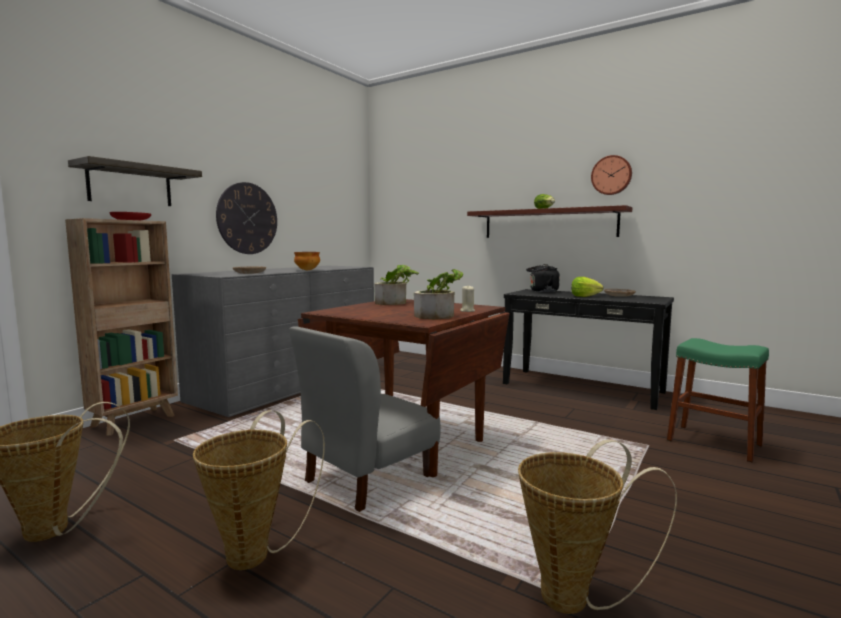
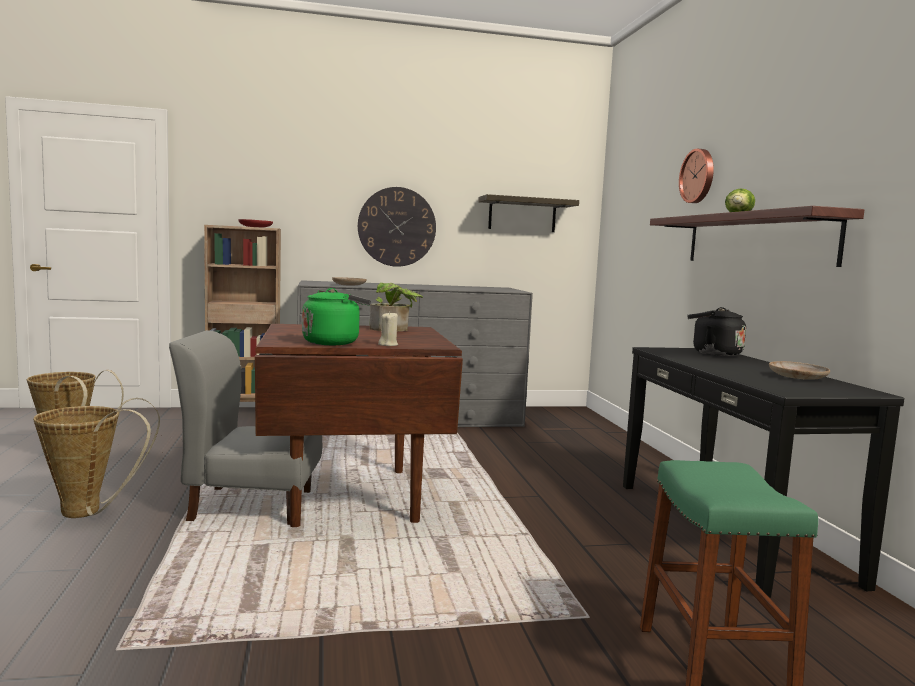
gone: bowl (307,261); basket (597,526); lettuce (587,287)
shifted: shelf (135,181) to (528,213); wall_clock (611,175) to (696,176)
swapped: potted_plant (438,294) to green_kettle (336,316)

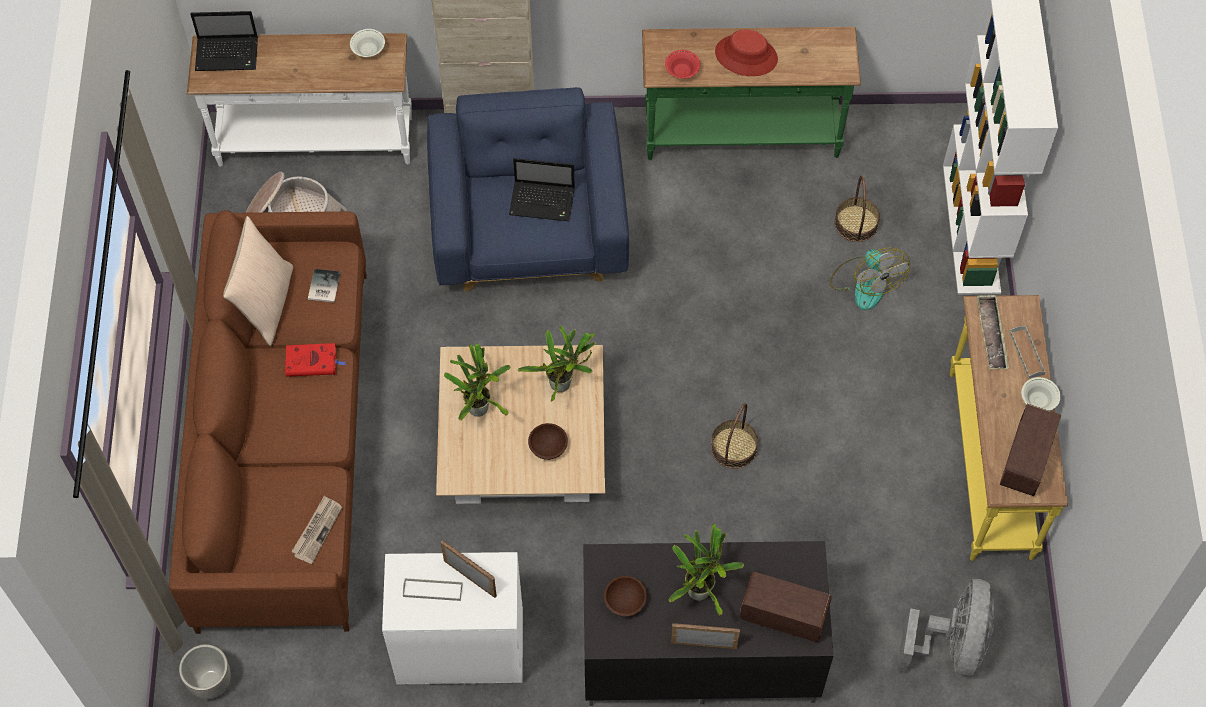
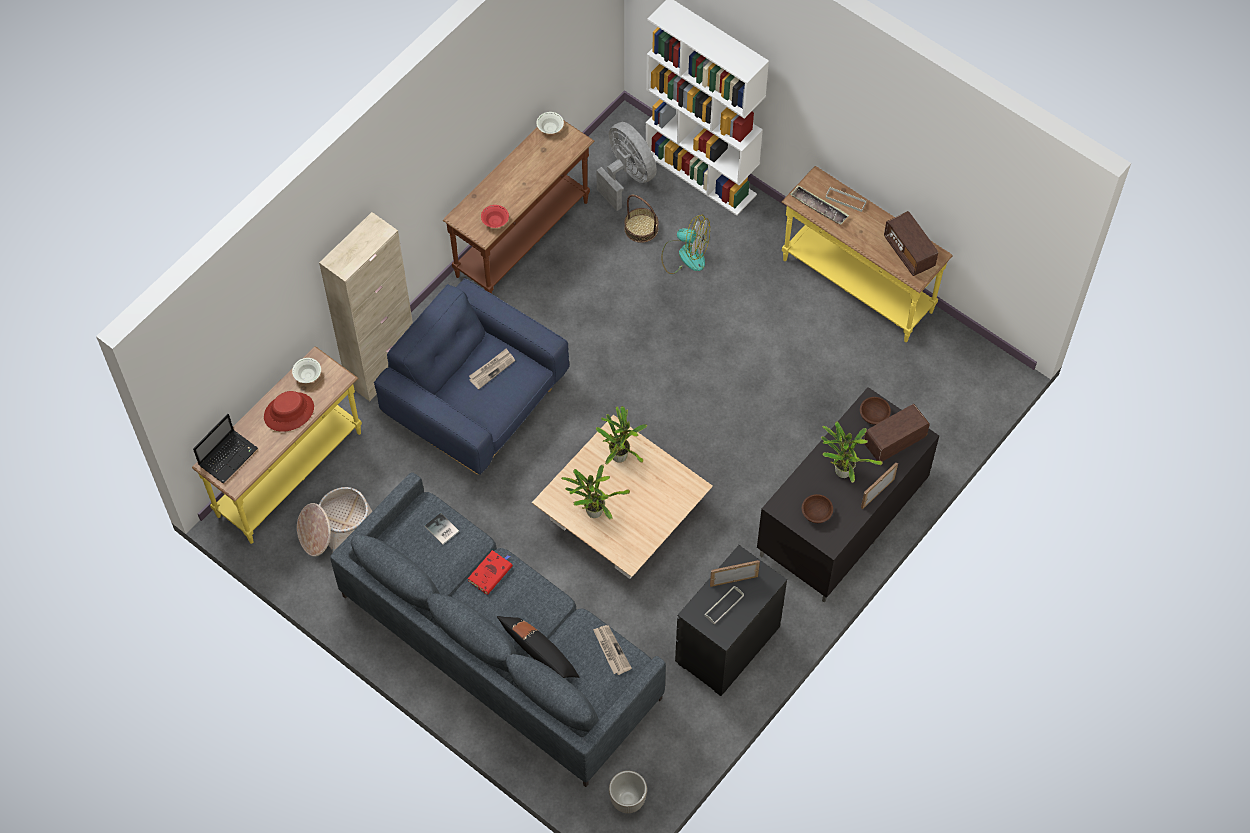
gone: beige_pillow (258,281); basket (734,436)
new: black_pillow (538,647)
shifted: red_hat (746,53) to (289,411); white_bowl (1041,394) to (550,123); grey_fan (945,627) to (626,166); brown_bowl (548,441) to (875,411)
swapped: laptop (542,189) to newspaper (492,368)
repainted: white_console_table (299,100) to yellow_console_table (277,445); brown_sofa (268,422) to grey_sofa (498,630); green_console_table (751,93) to brown_console_table (518,207); white_dresser (452,618) to black_dresser (731,620)

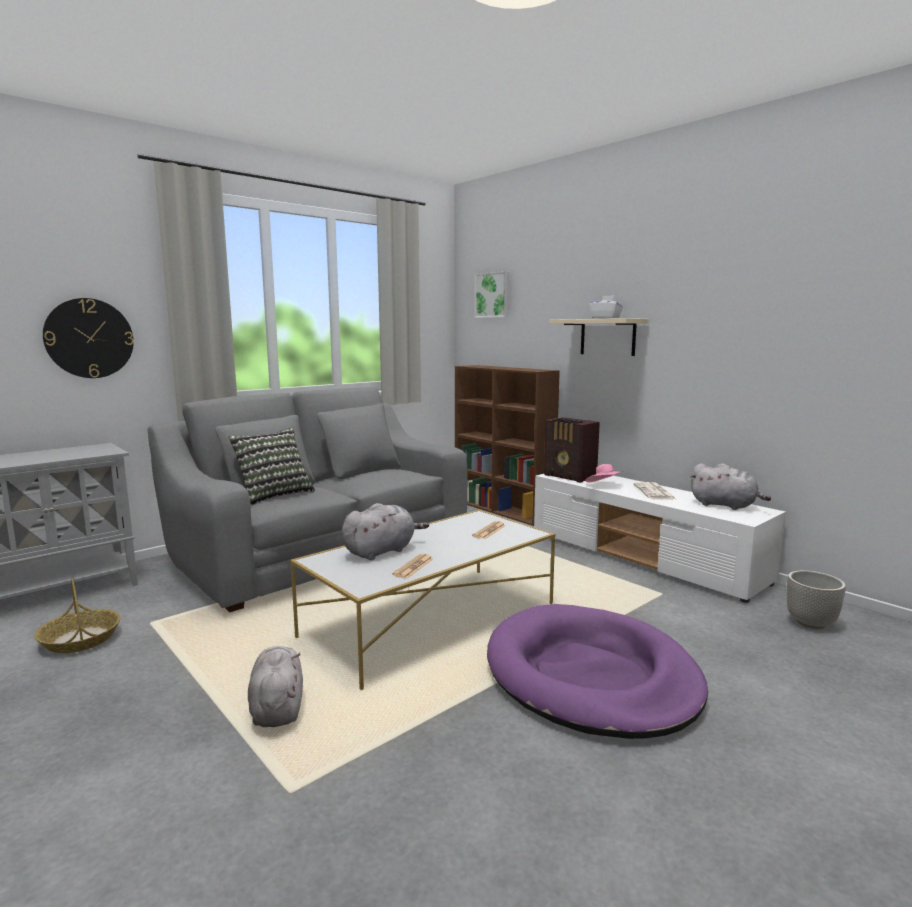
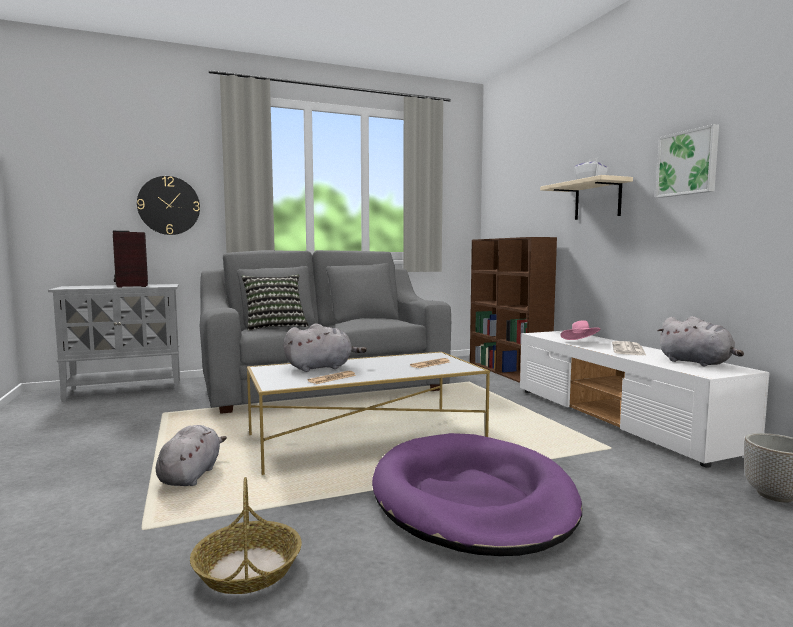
shifted: radio (572,450) to (130,259); basket (77,616) to (245,535); picture (492,294) to (687,161)

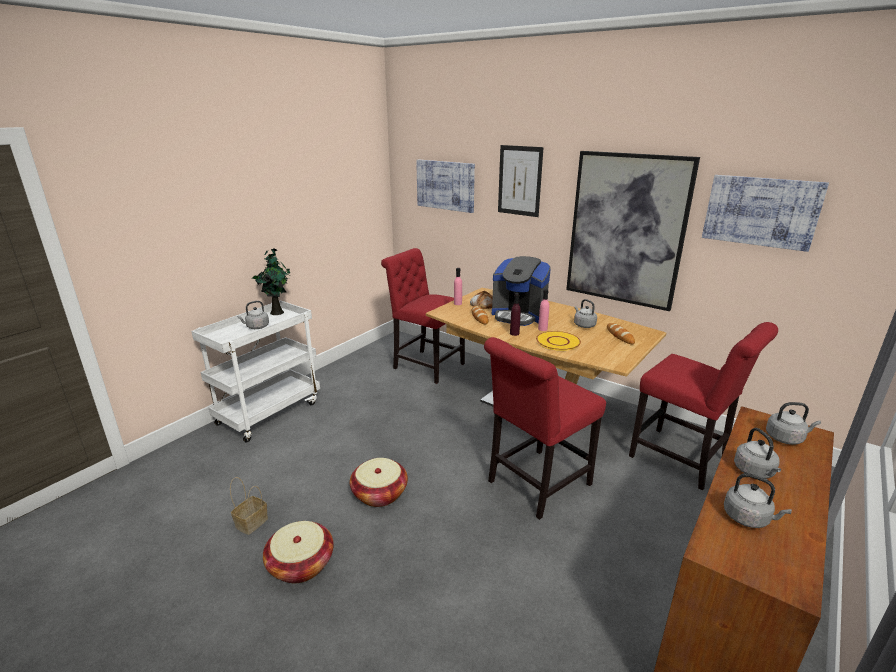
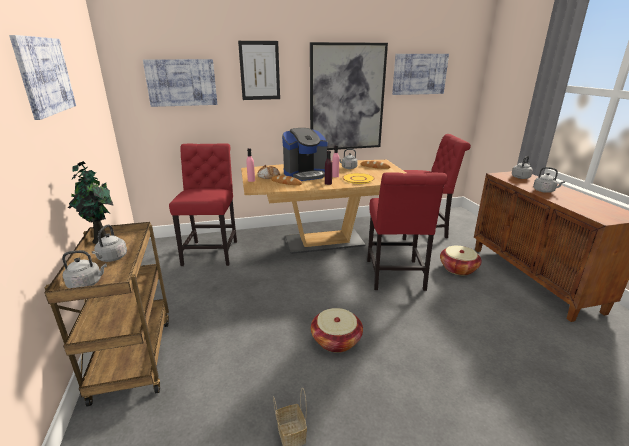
new: picture (42,77)
shifted: grey_kettle (758,500) to (84,269); basket (298,552) to (461,260)
repainted: white_cart (255,371) to brown_cart (106,314)
rotated: red_chair (423,316) = (203,204) 105 degrees clockwise

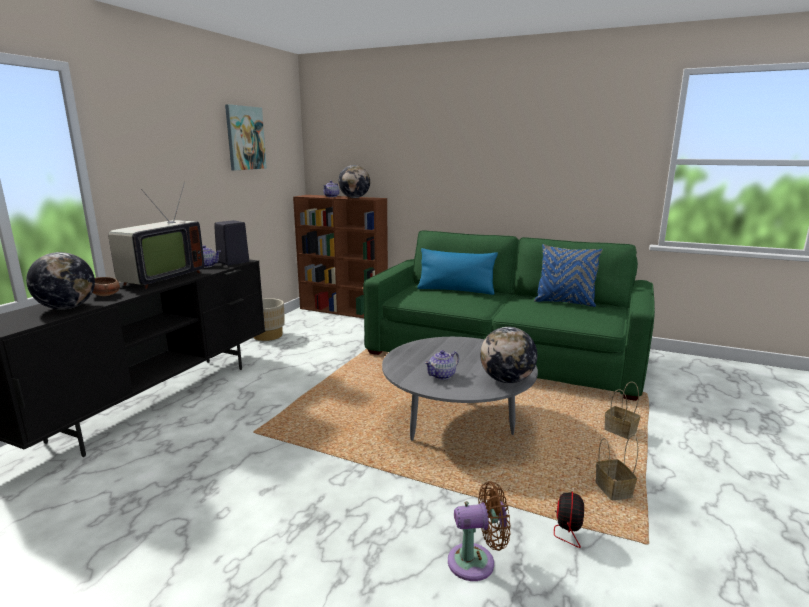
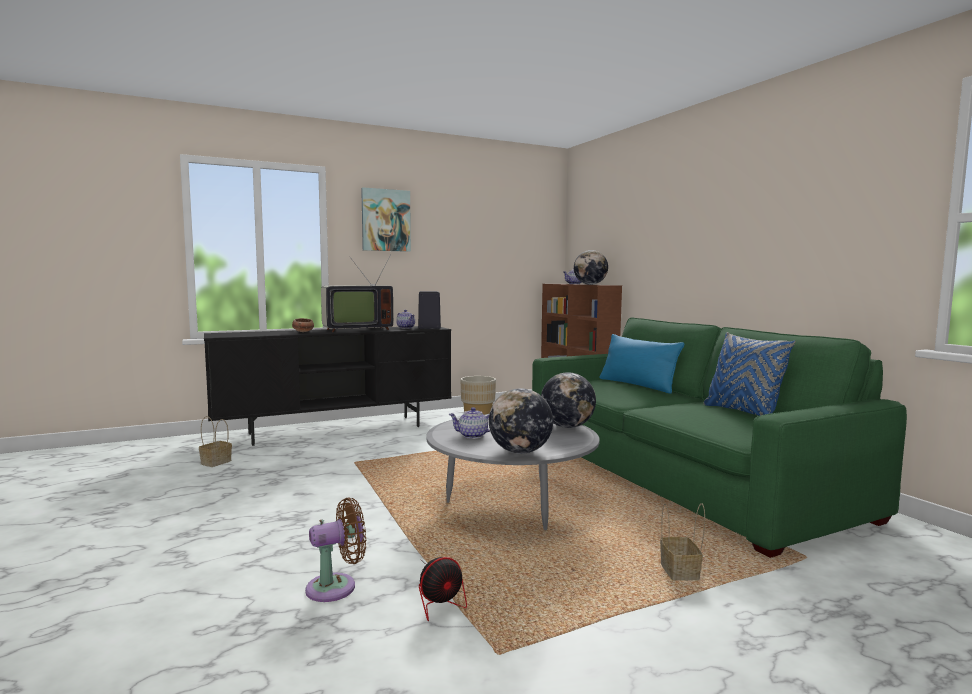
shifted: basket (617,467) to (215,441); picture (246,137) to (386,219); globe (60,281) to (568,400)
rotated: brown_fan (479,531) = (335,549) 60 degrees counterclockwise

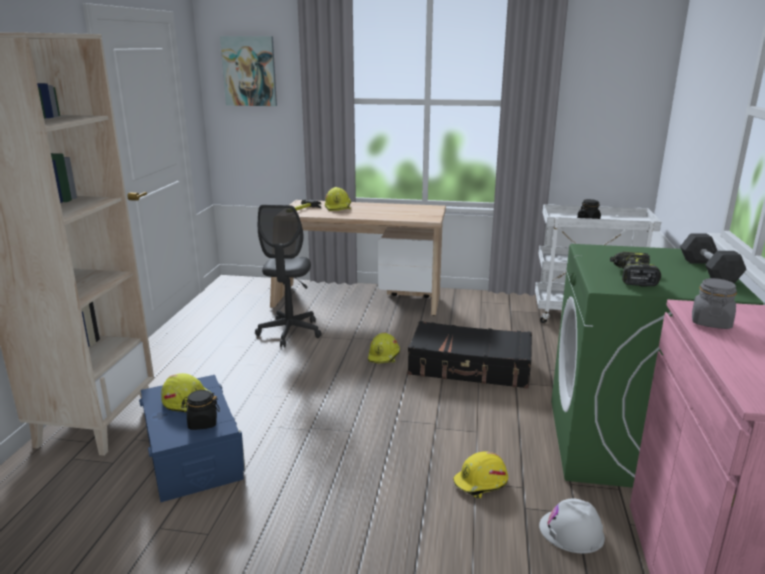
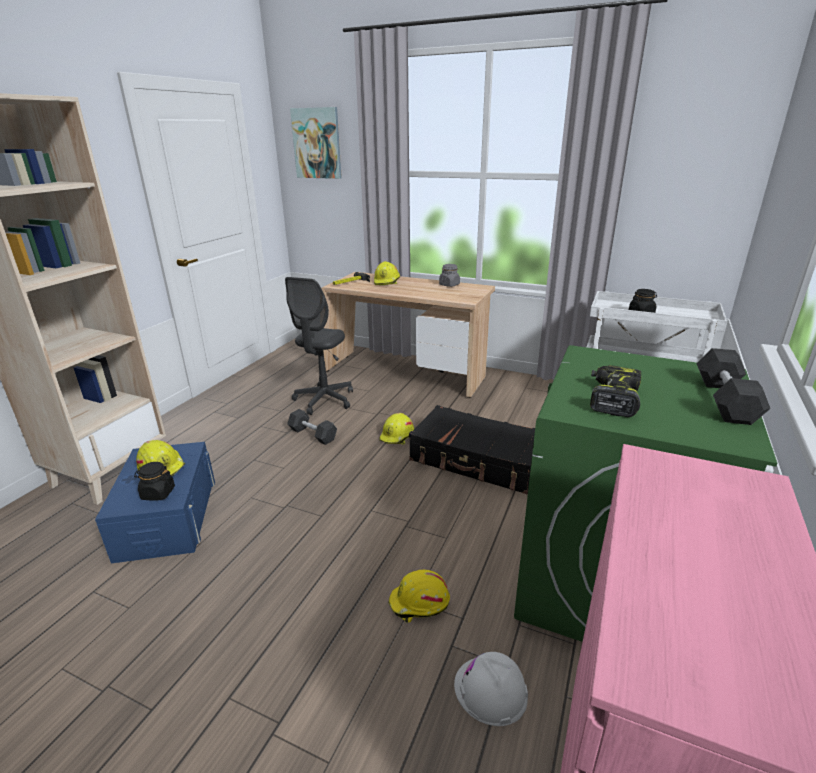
new: black_dumbbell (312,427)
shifted: grey_jar (714,303) to (449,275)

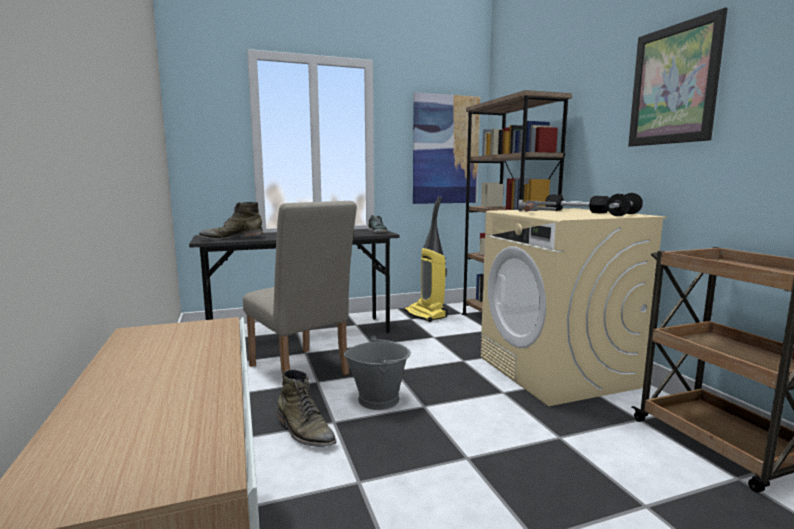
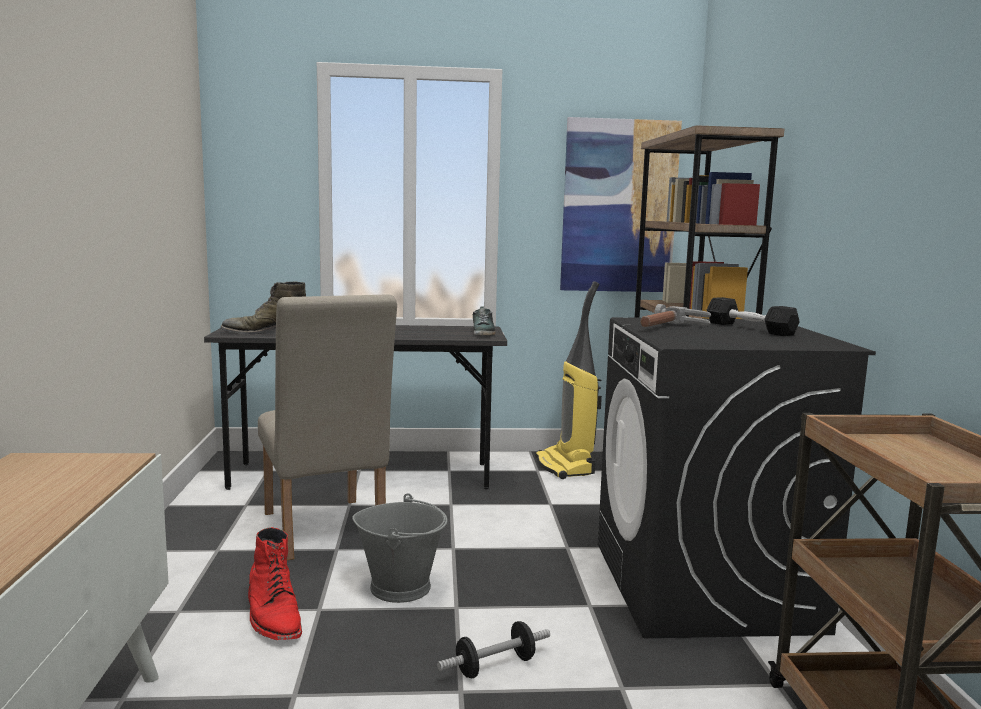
gone: picture (678,77)
shifted: dumbbell (625,204) to (493,649)
repainted: green_boot (306,408) to red_boot (275,583); beige_washing_machine (574,307) to black_washing_machine (737,477)

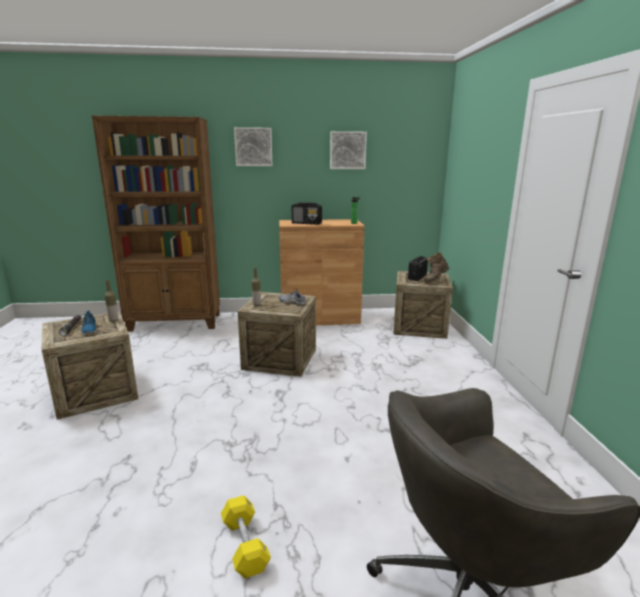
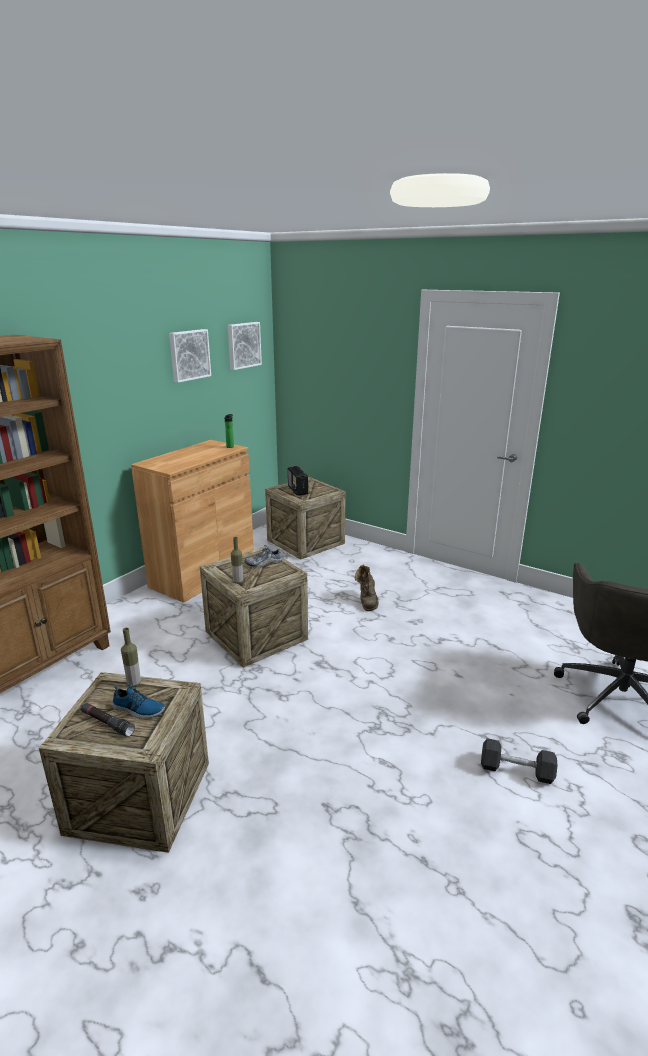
gone: radio (307,213)
shifted: picture (253,146) to (245,346); brown_boot (437,268) to (367,588)
repainted: yellow_dumbbell (246,537) to black_dumbbell (519,761)

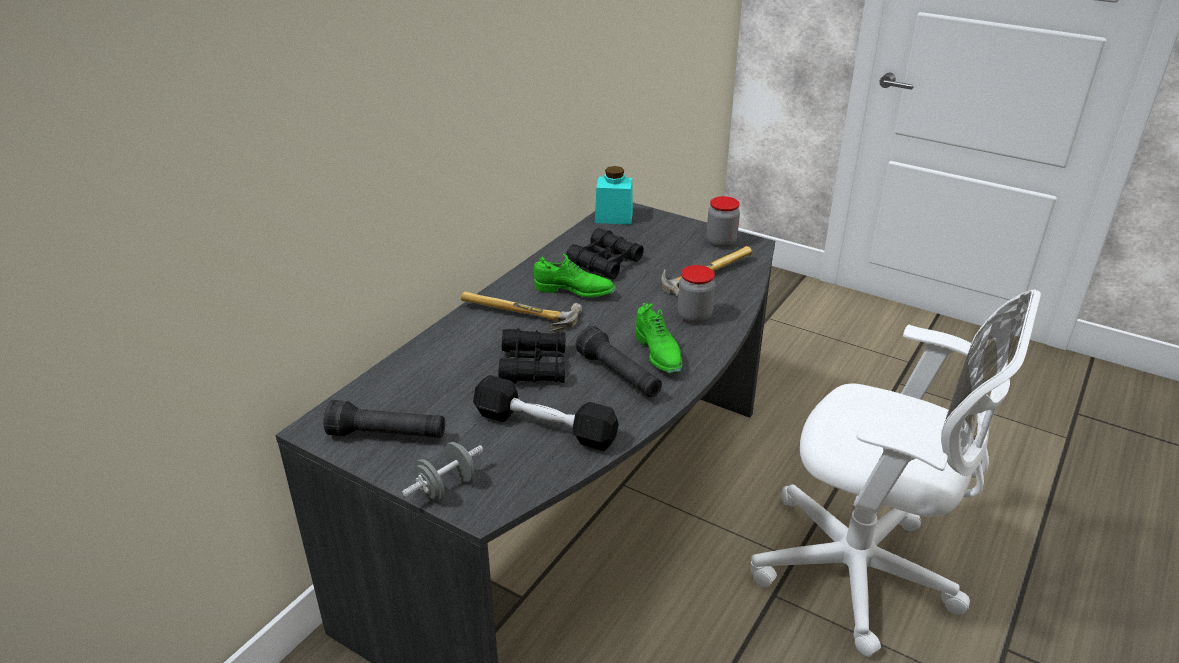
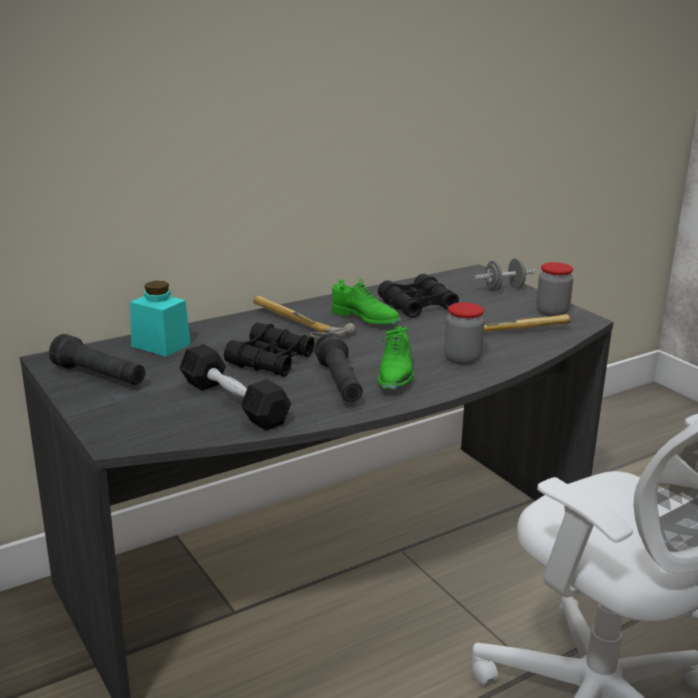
shifted: turquoise_jar (614,195) to (160,319); grey_dumbbell (443,471) to (504,274)

